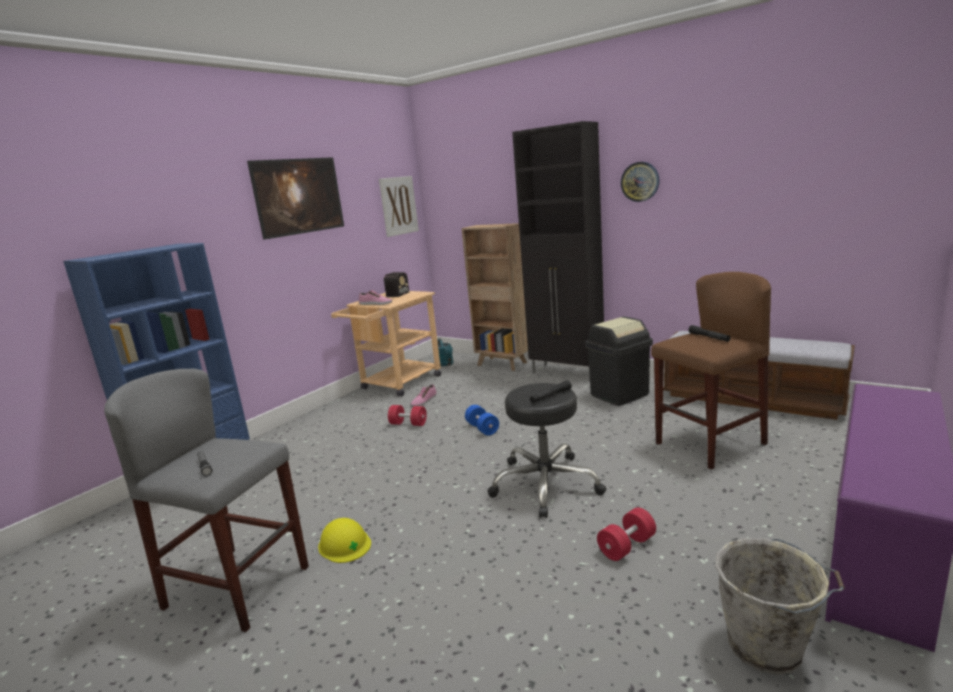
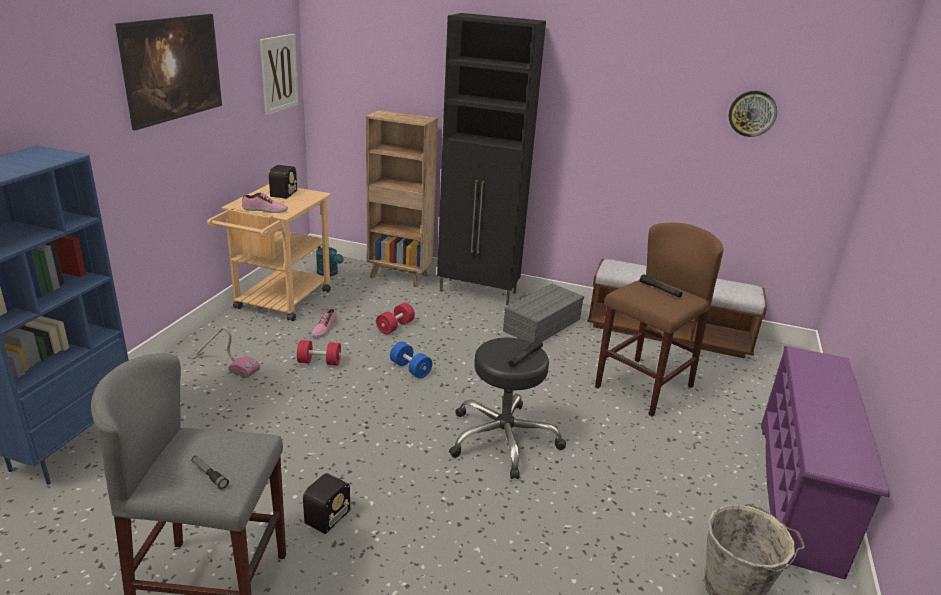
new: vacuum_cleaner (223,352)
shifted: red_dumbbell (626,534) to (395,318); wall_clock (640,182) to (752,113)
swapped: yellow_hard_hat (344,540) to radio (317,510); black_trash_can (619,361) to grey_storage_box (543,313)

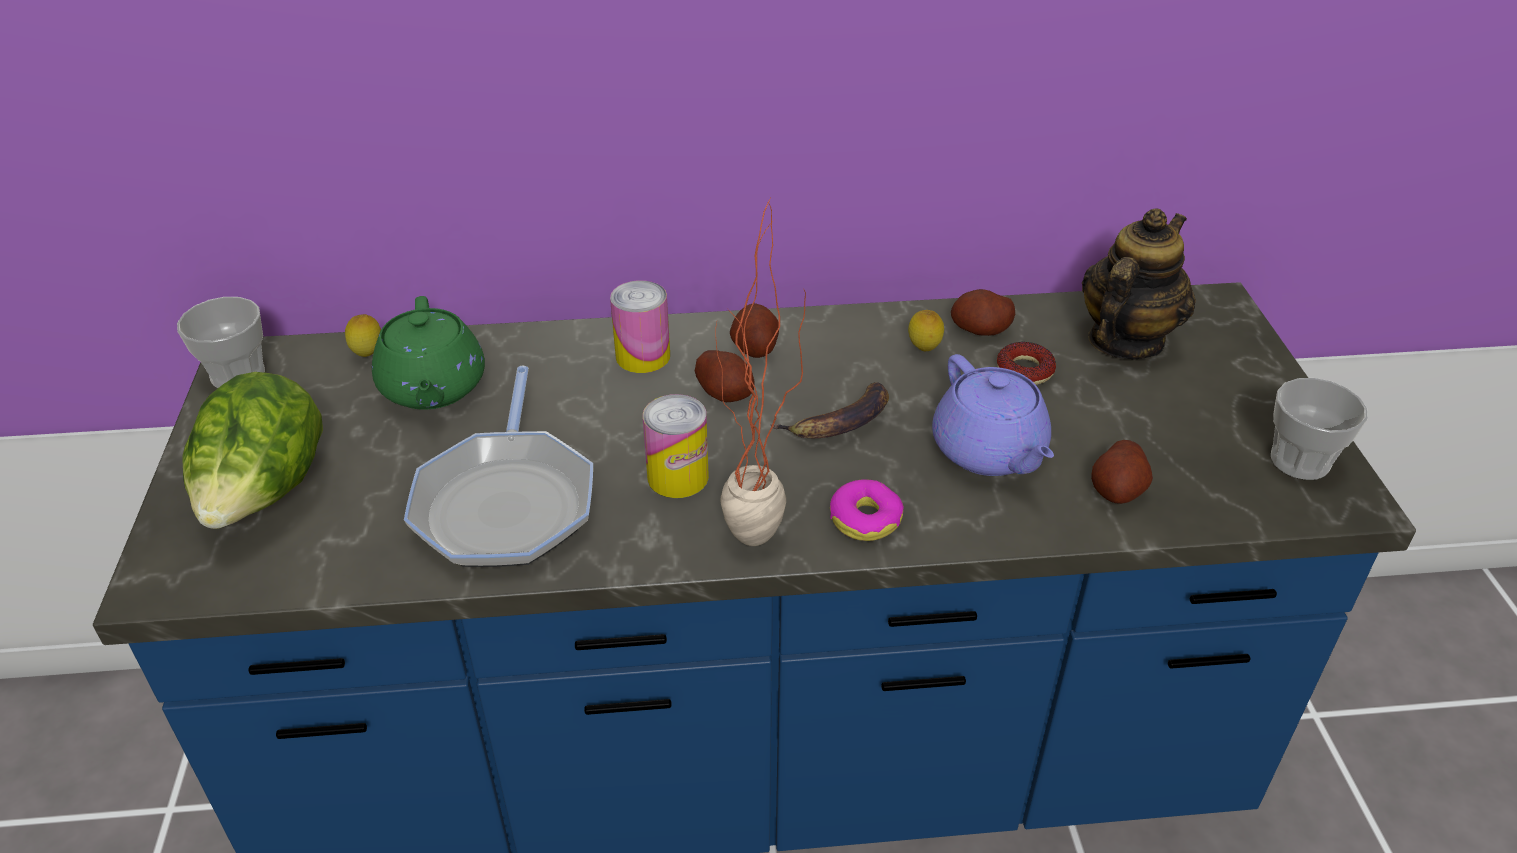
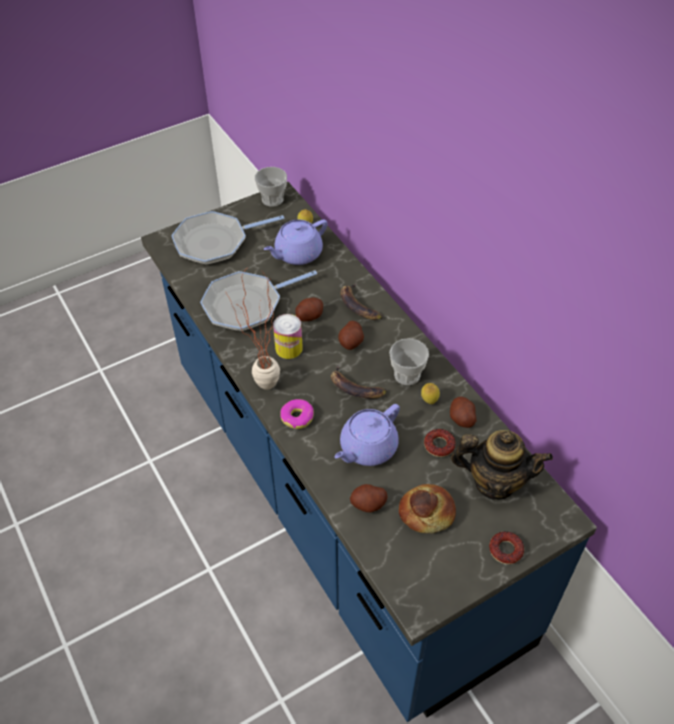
new: bread (427,508); donut (506,547)
shifted: potato (754,330) to (309,309); cup (1319,429) to (409,361)
swapped: lettuce (252,450) to frying_pan (227,238); can (640,326) to banana (361,301)
repainted: green_teapot (428,353) to purple_teapot (296,242)

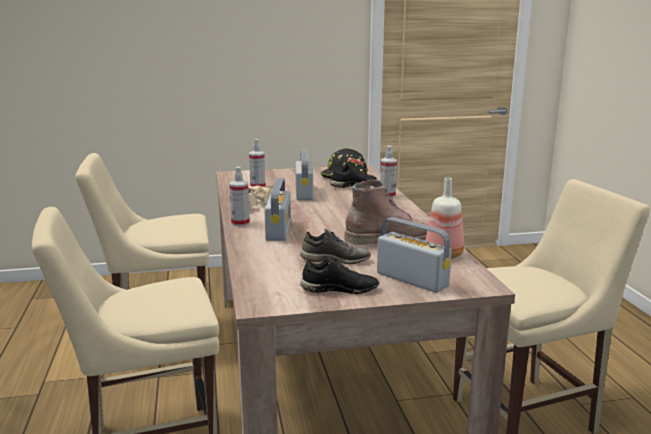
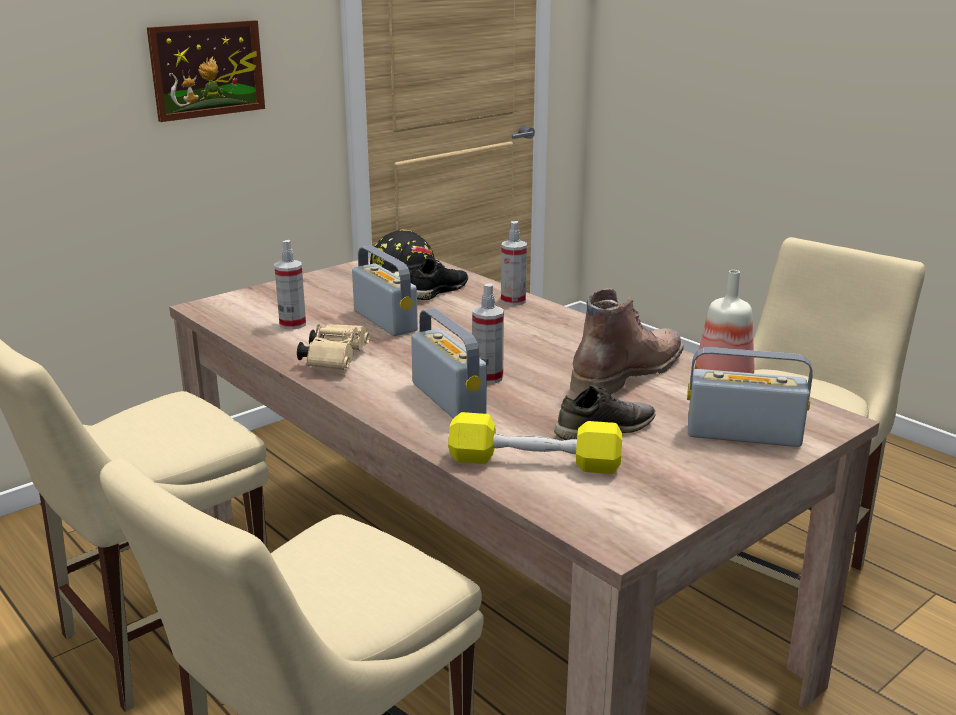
gone: black_shoe (339,275)
new: picture (206,71); yellow_dumbbell (535,443)
shifted: spray_bottle (239,197) to (488,333)

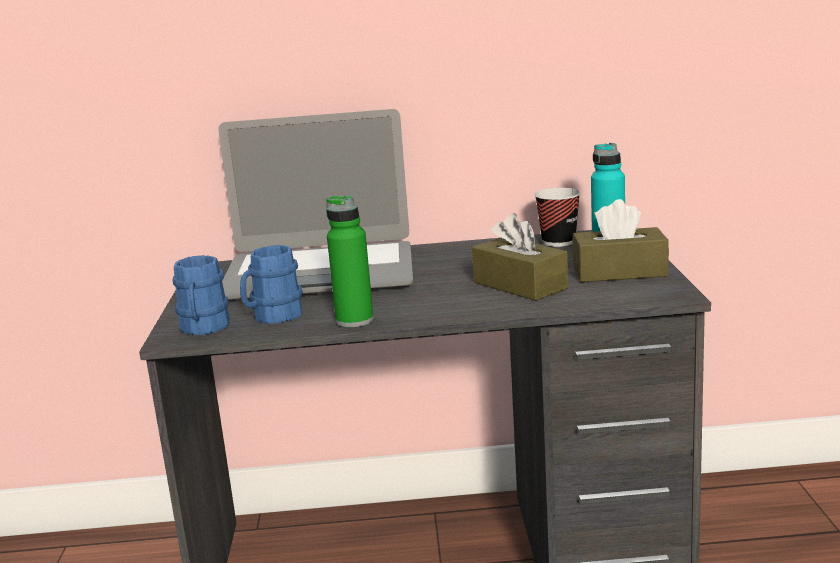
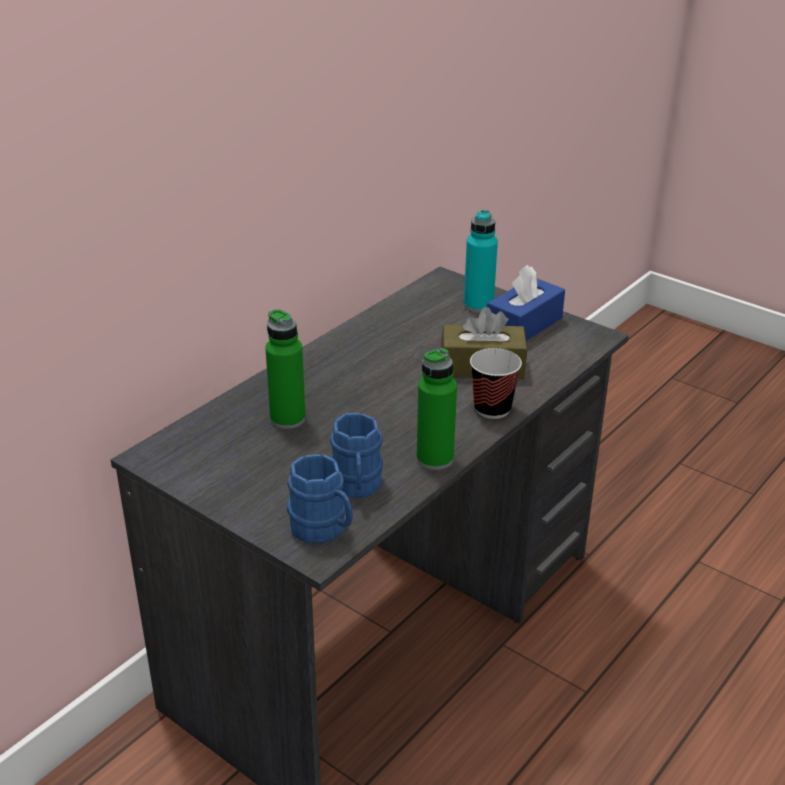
shifted: cup (557,217) to (496,383)
swapped: laptop (315,204) to green_bottle (285,369)
repainted: brown_tissue_box (620,240) to blue_tissue_box (526,303)

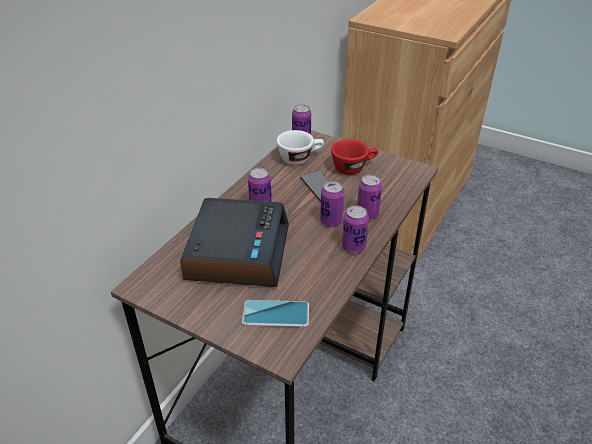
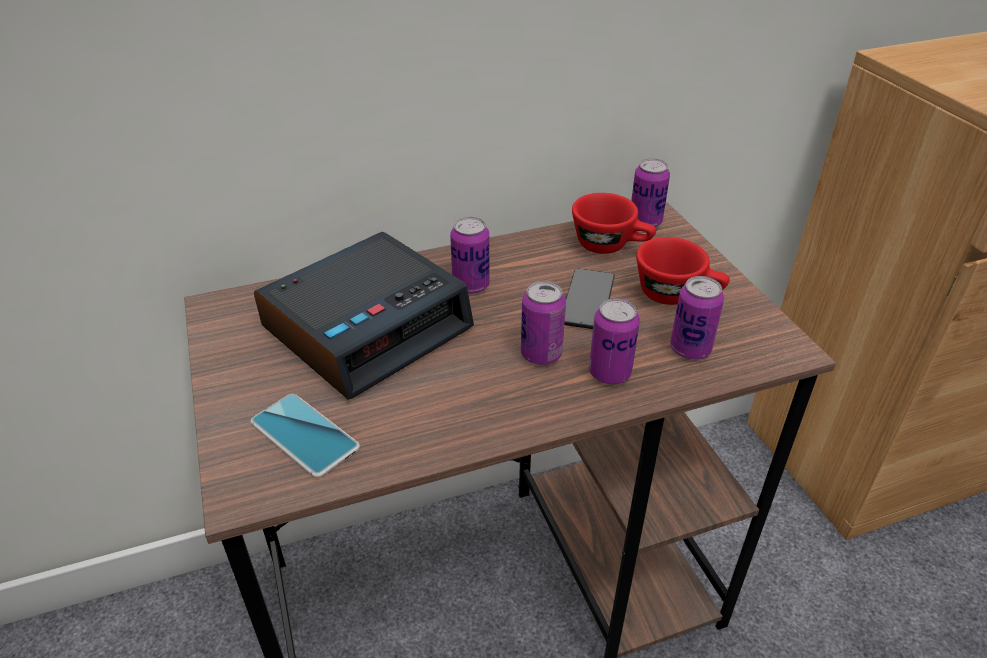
shifted: can (355,229) to (697,318)
repainted: white_cup (300,147) to red_cup (614,223)

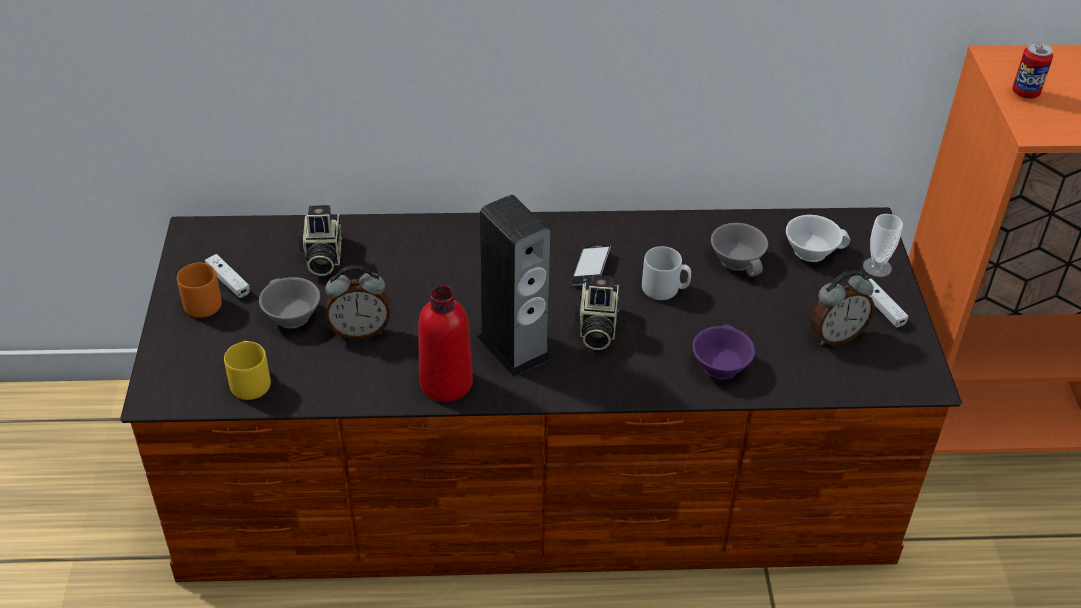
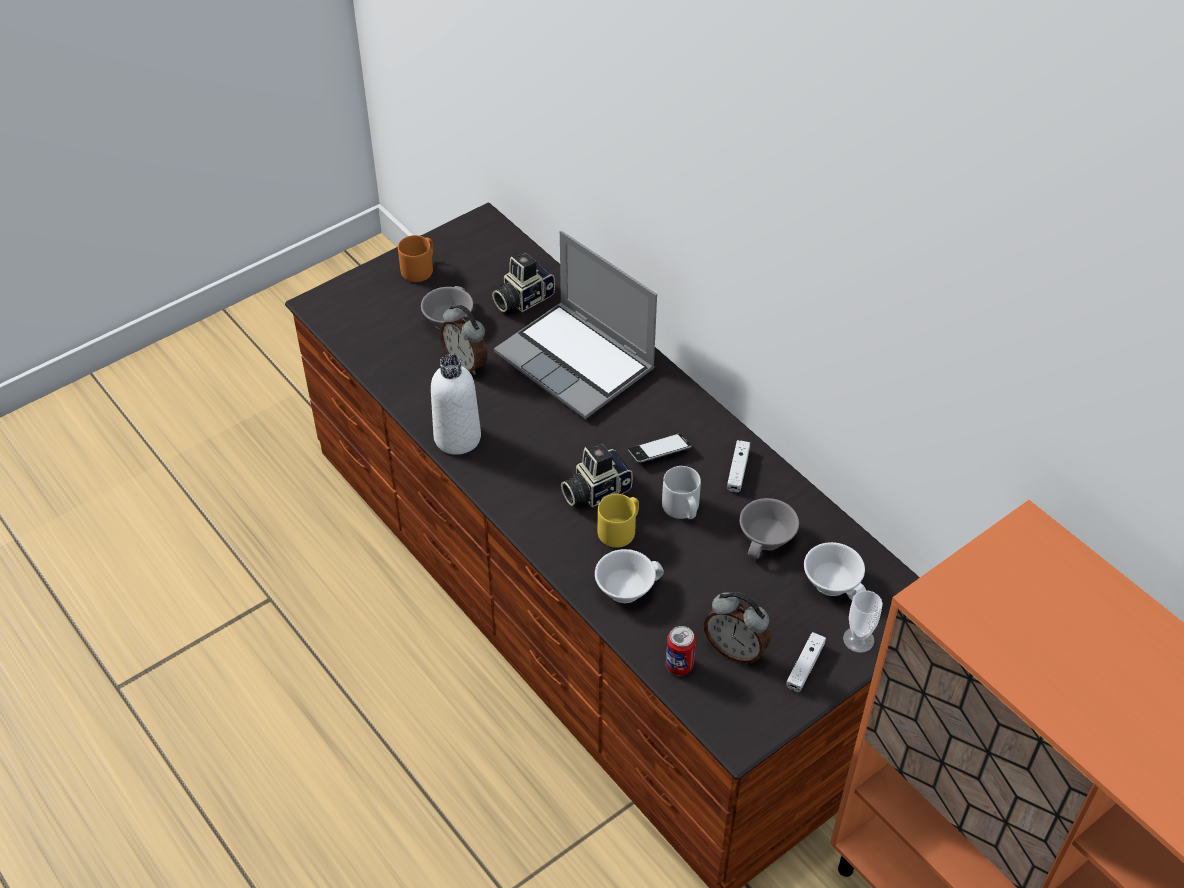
gone: speaker (514,286)
new: laptop (575,325)
shifted: yellow_mug (247,370) to (618,521); can (1032,70) to (681,650); white_game_controller (227,276) to (738,466)
repainted: red_bottle (445,344) to white_bottle (456,404); purple_cup (723,352) to white_cup (629,576)

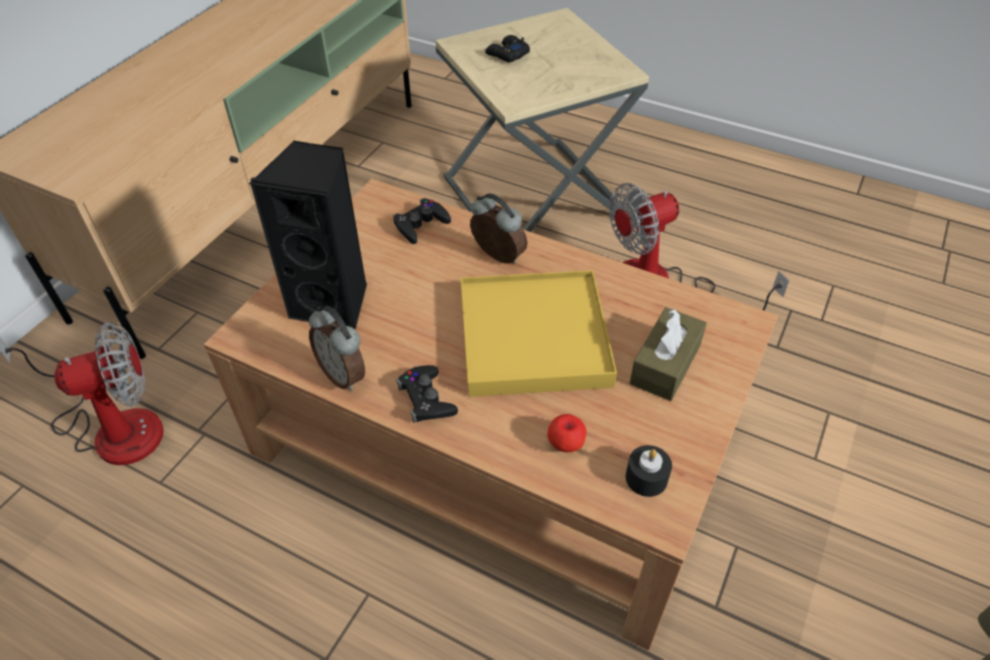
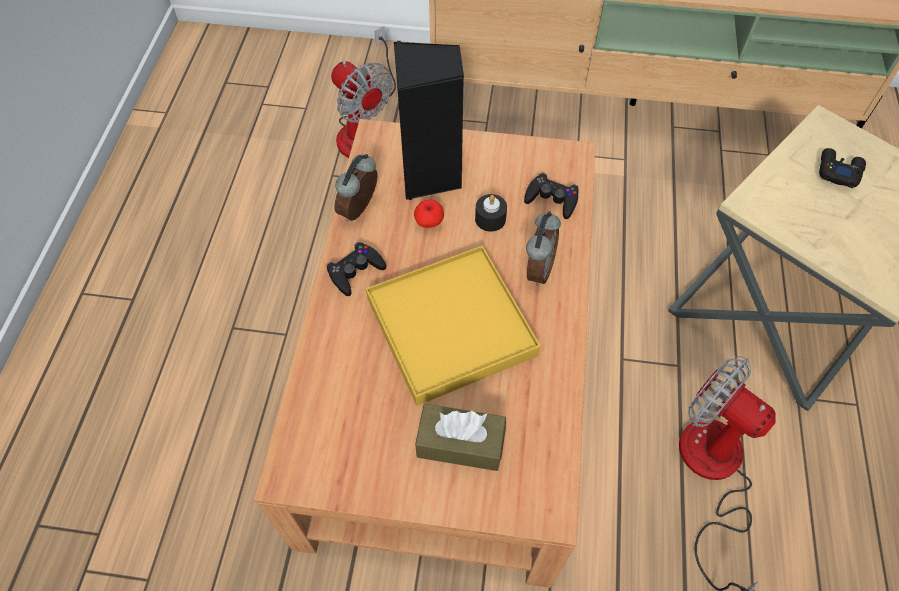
shifted: apple (566,433) to (429,214); black_candle (649,471) to (491,213)

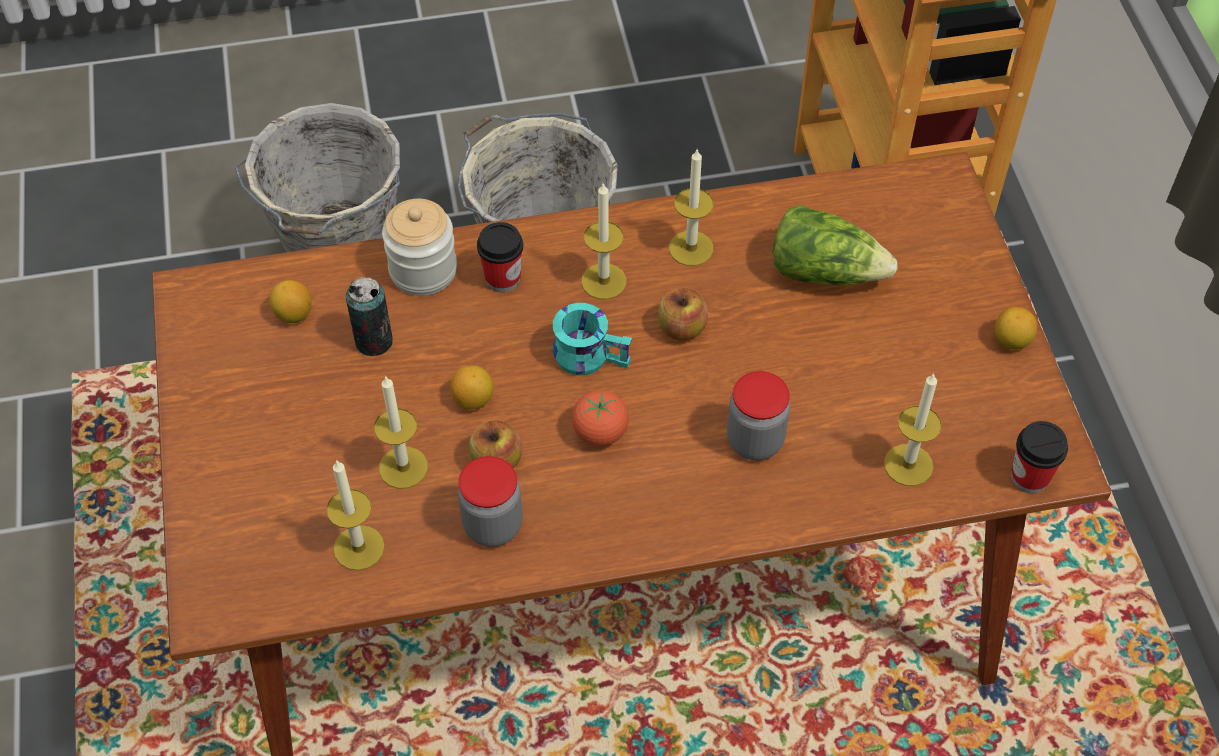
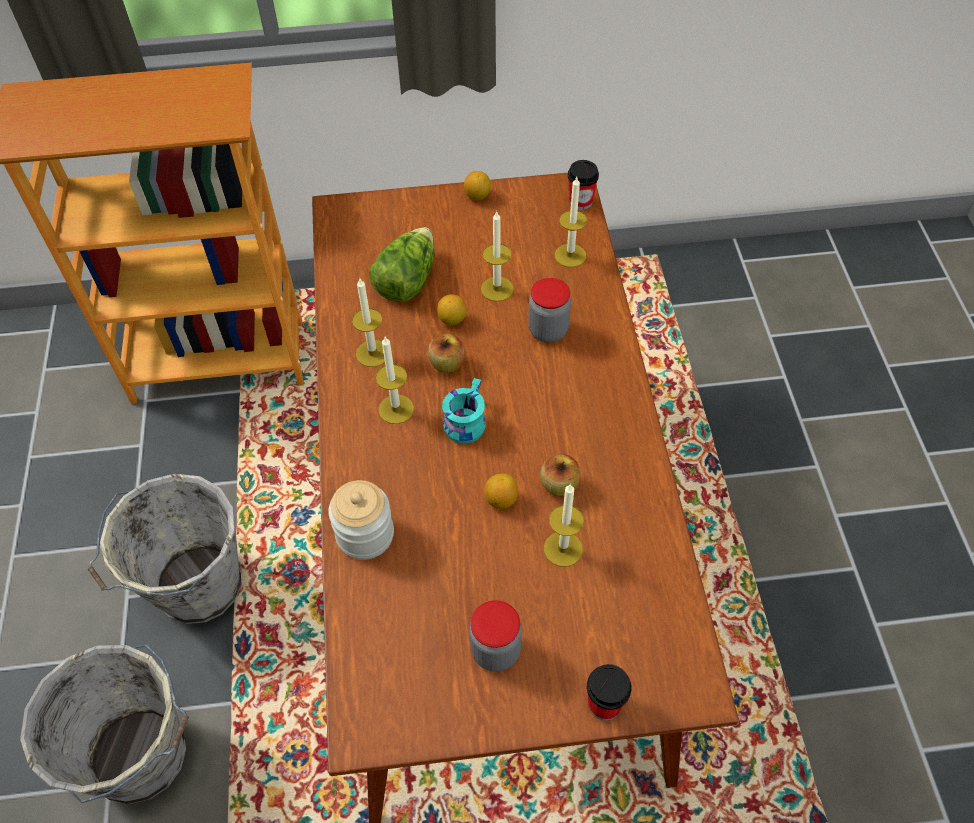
gone: can (369,316); tomato (600,418)
shifted: lemon (290,301) to (452,310); jar (490,501) to (495,636); candle (355,515) to (497,256); cup (500,257) to (609,692)

